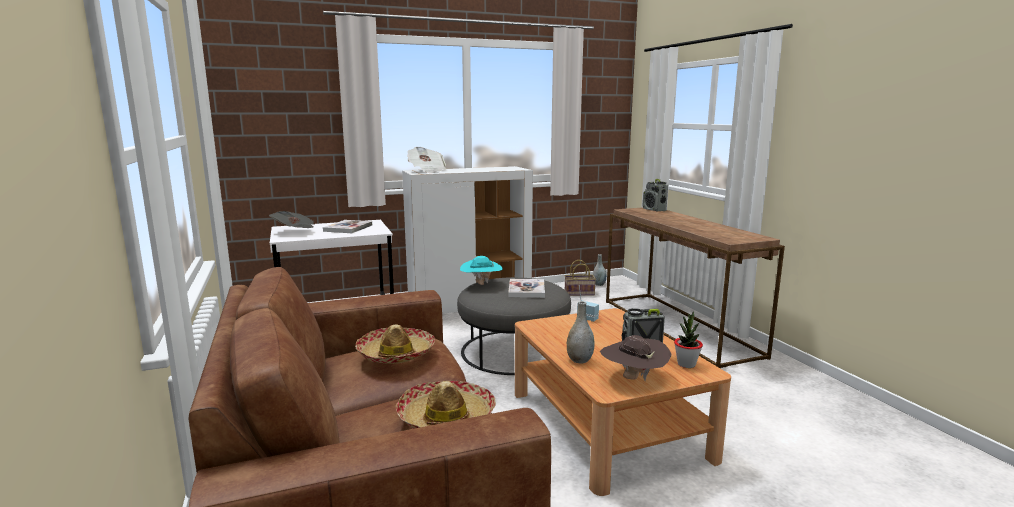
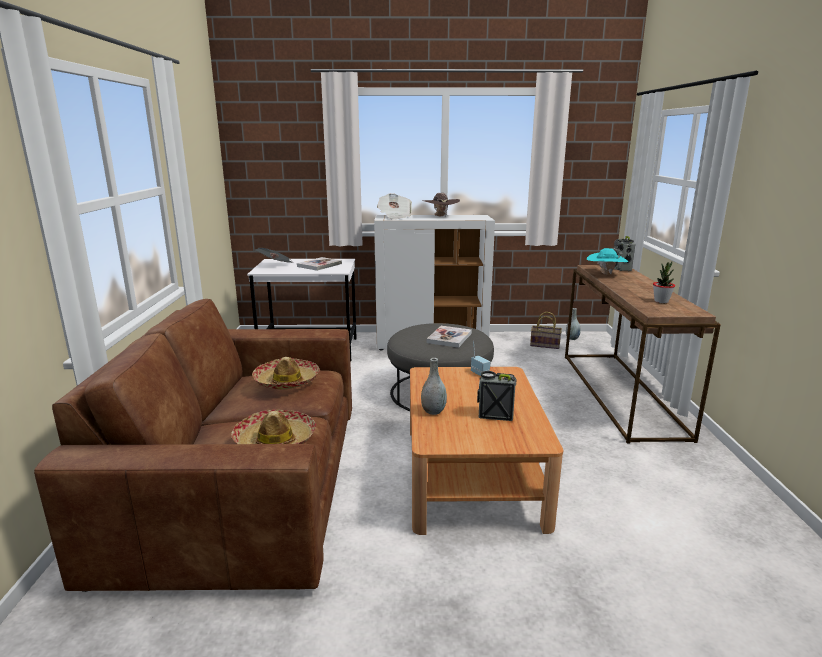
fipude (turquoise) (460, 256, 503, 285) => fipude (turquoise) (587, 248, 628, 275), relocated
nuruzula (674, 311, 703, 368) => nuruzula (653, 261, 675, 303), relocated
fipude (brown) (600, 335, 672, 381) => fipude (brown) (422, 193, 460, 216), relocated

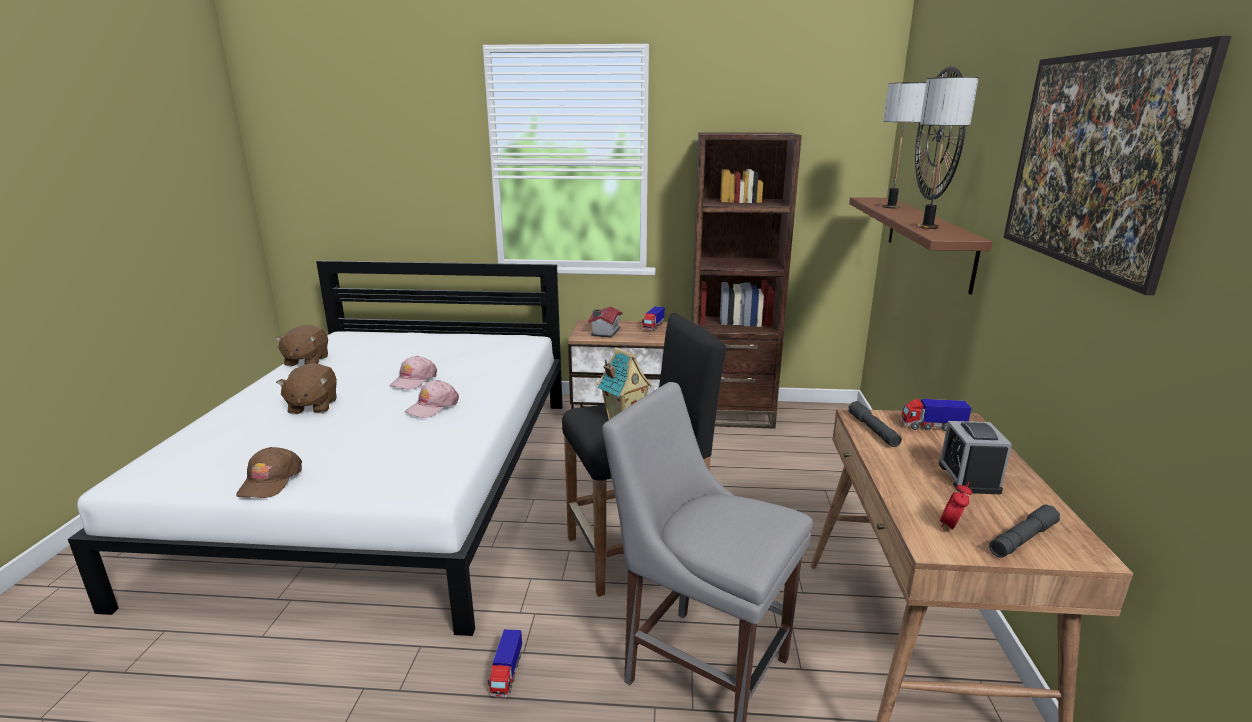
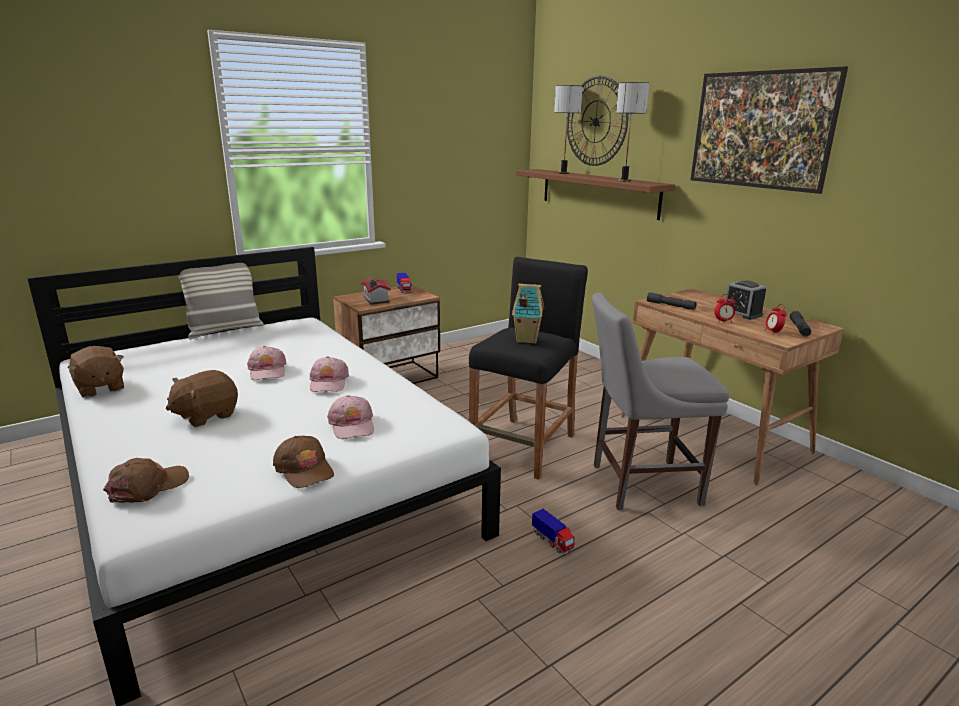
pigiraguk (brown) (691, 132, 802, 429) => nothing
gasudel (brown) (276, 363, 337, 414) => gasudel (brown) (166, 370, 238, 427), 90 degrees clockwise
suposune (901, 399, 971, 431) => nothing
nothing => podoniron (178, 263, 264, 339)
nothing => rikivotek (714, 294, 736, 323)
nothing => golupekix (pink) (327, 395, 374, 439)
nothing => golupekix (brown) (103, 458, 189, 503)

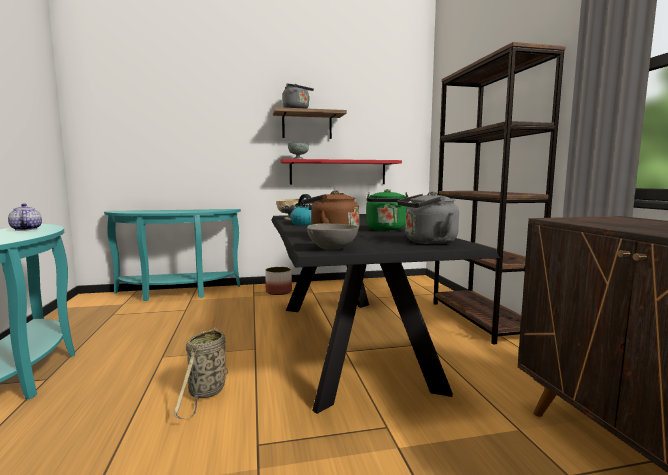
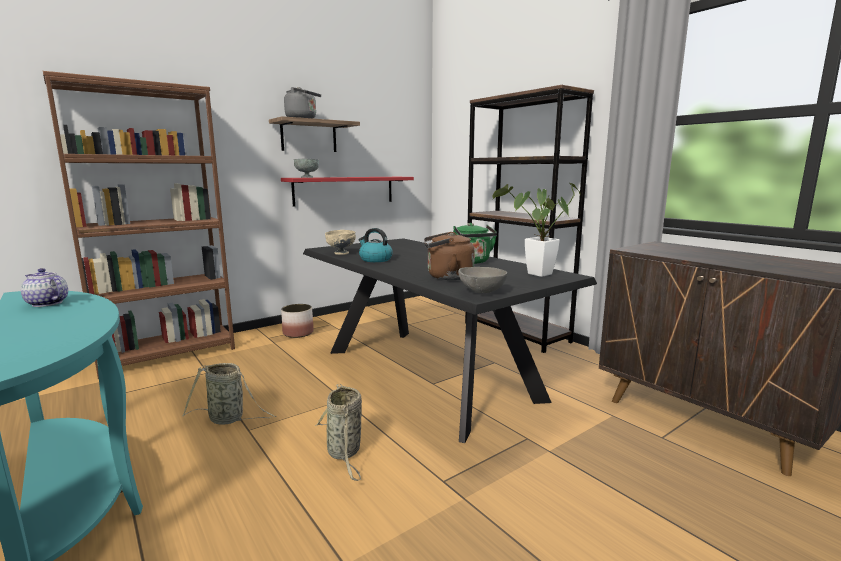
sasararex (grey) (397, 191, 459, 244) => nuruzula (492, 182, 580, 277)
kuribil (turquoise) (104, 209, 241, 301) => pigiraguk (brown) (43, 71, 235, 379)
nothing => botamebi (183, 363, 276, 425)

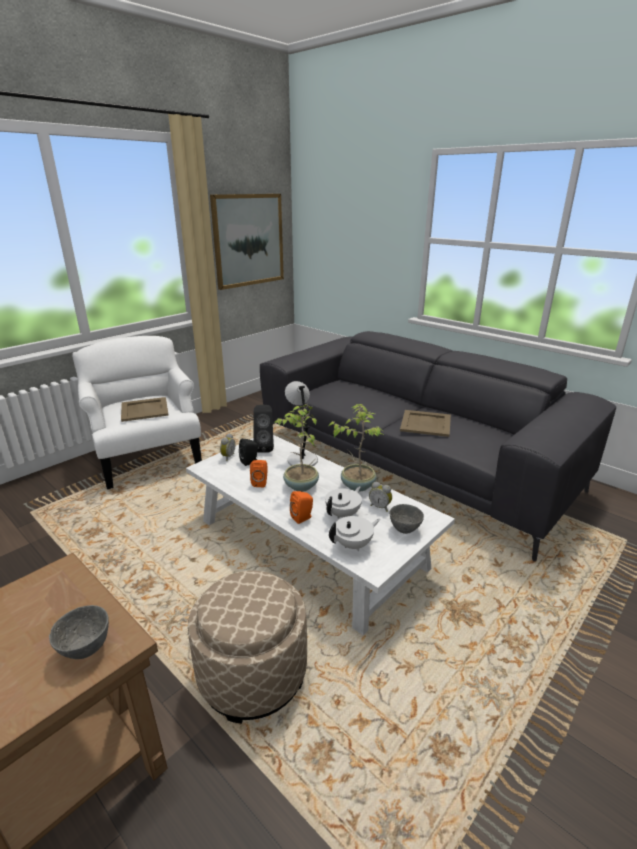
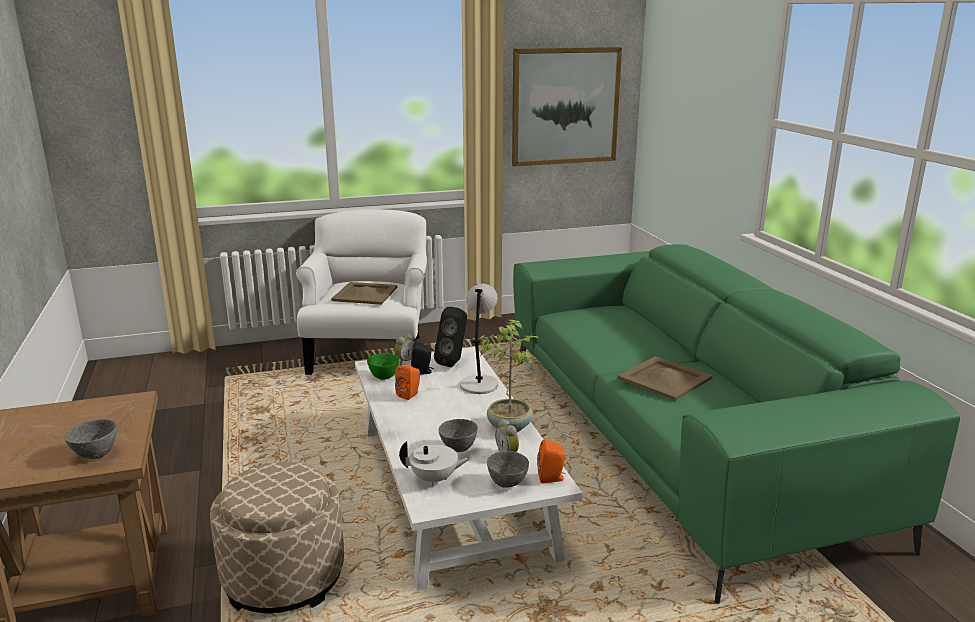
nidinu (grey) (260, 331, 616, 561) => nidinu (green) (513, 244, 961, 604)
nuruzula (274, 404, 319, 492) => nothing
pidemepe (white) (325, 486, 362, 519) => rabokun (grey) (439, 419, 478, 452)
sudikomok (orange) (290, 491, 313, 524) => sudikomok (orange) (537, 439, 566, 483), relocated
nothing => rabokun (green) (367, 353, 400, 380)

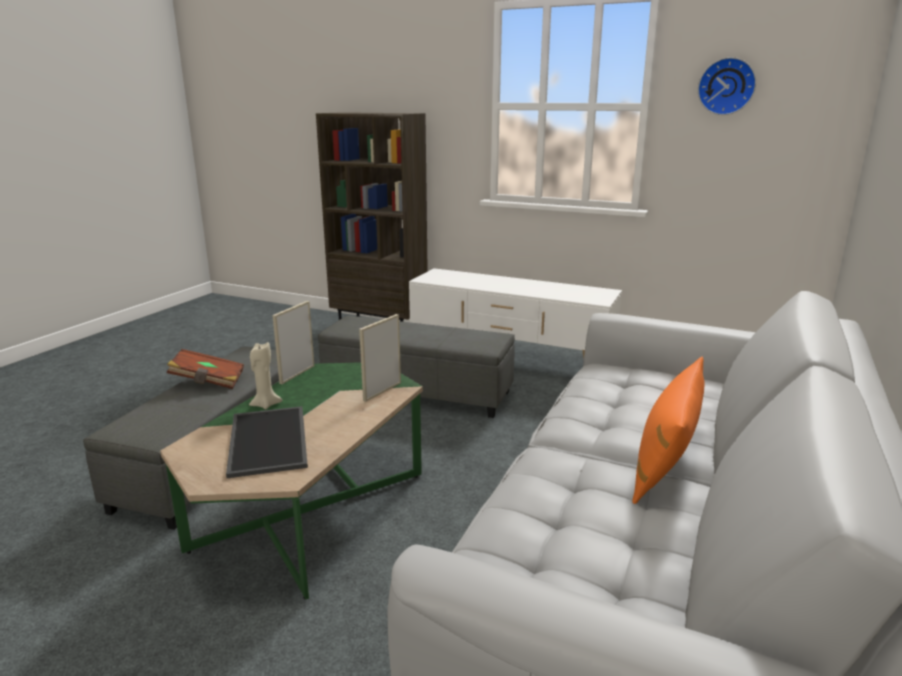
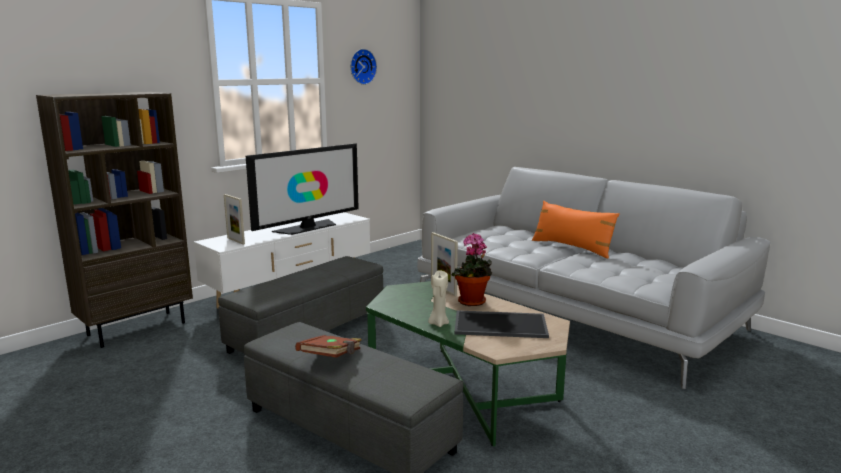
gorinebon (272, 301, 314, 384) => gorinebon (224, 194, 245, 245), relocated
nothing => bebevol (246, 143, 359, 235)
nothing => nuruzula (451, 233, 492, 306)

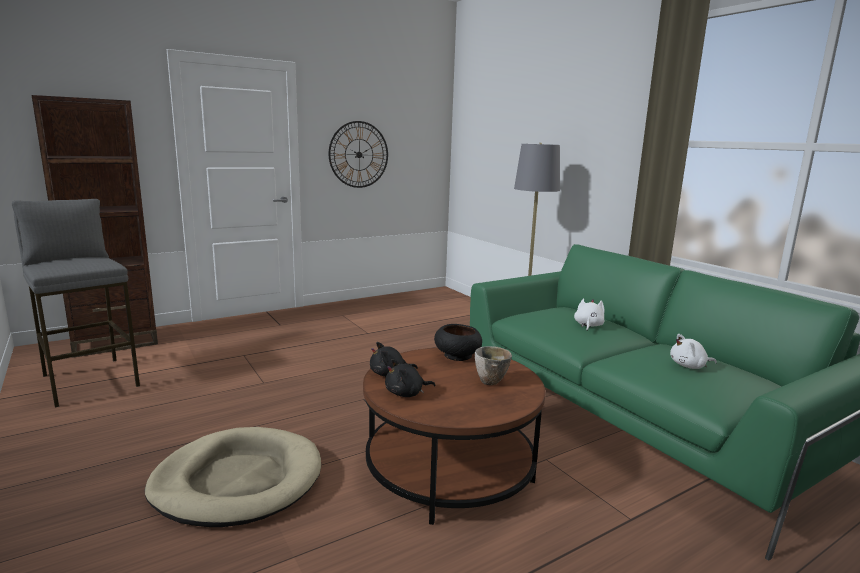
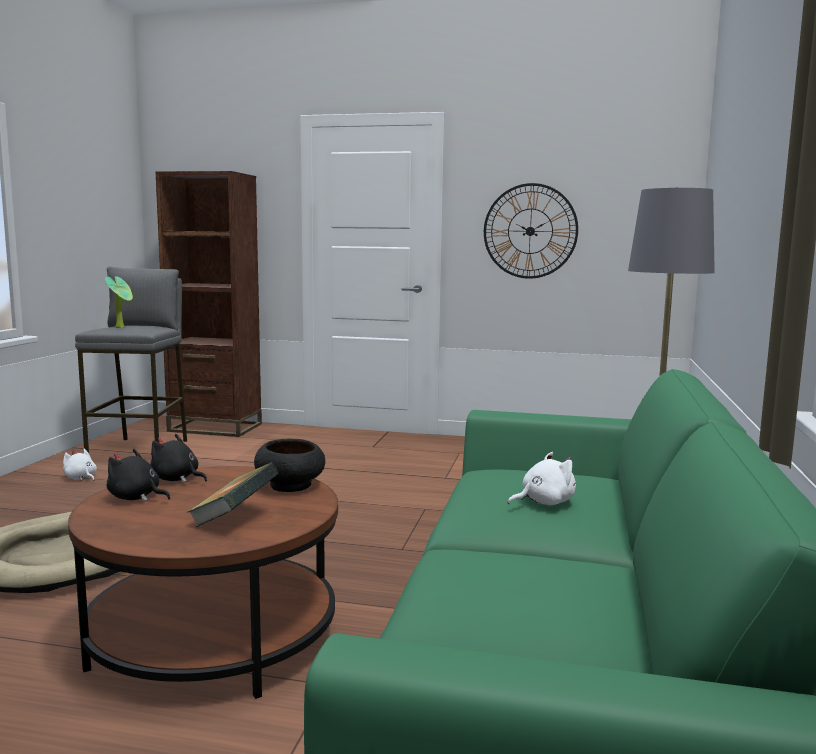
gasudel (white) (670, 334, 717, 369) => gasudel (white) (63, 449, 97, 481), relocated
rabokun (475, 346, 512, 385) => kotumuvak (187, 463, 279, 527)
nothing => nuruzula (105, 276, 133, 328)

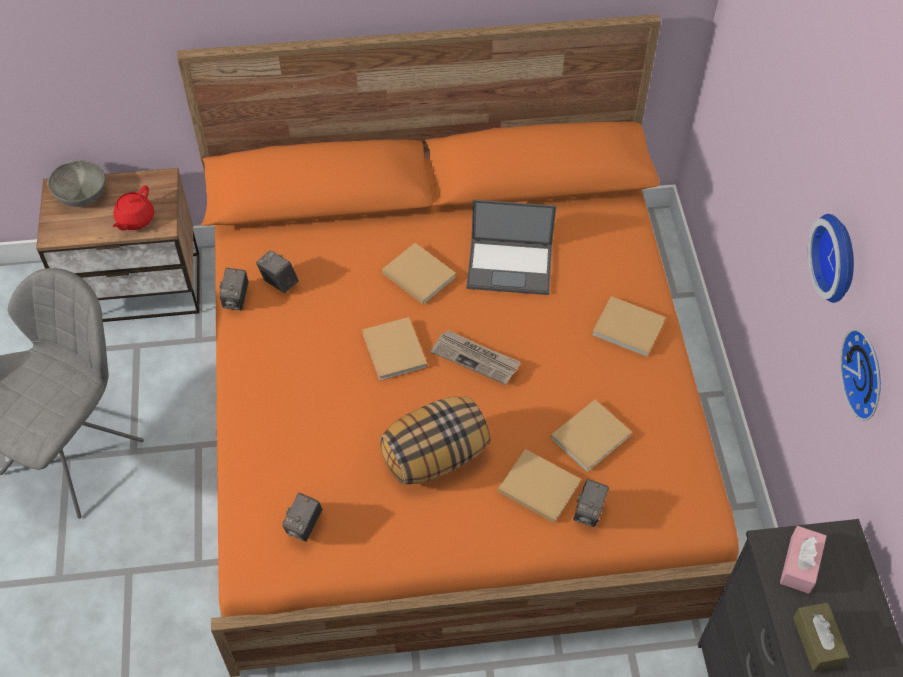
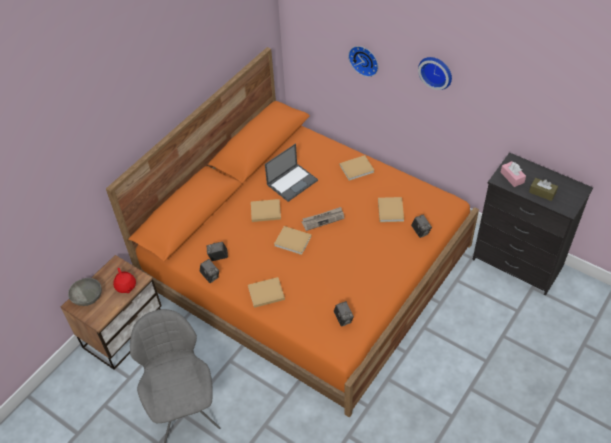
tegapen (840, 329, 881, 421) => tegapen (348, 46, 378, 77), relocated
podoniron (380, 396, 491, 485) => nothing
kotumuvak (beige) (498, 449, 581, 523) => kotumuvak (beige) (248, 277, 285, 308), relocated

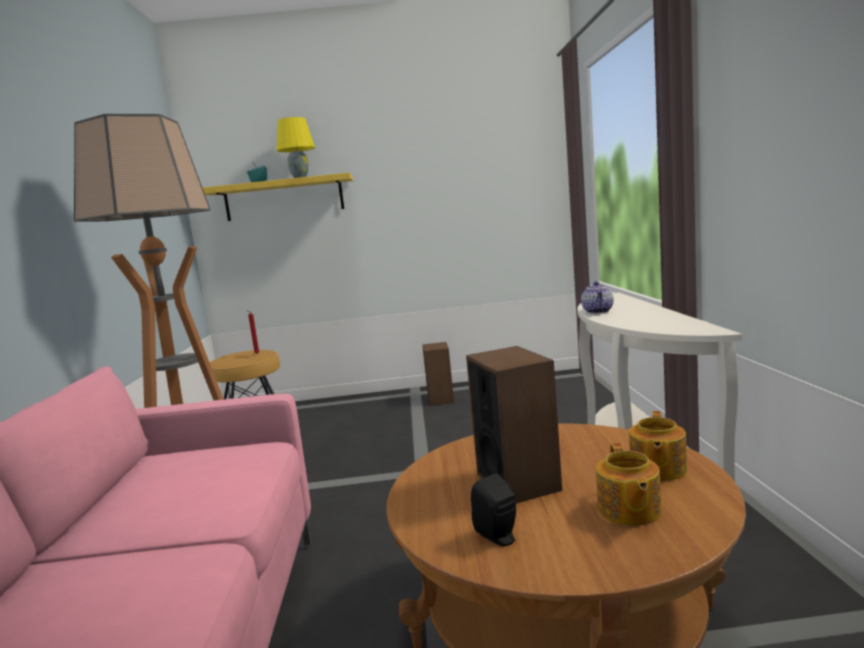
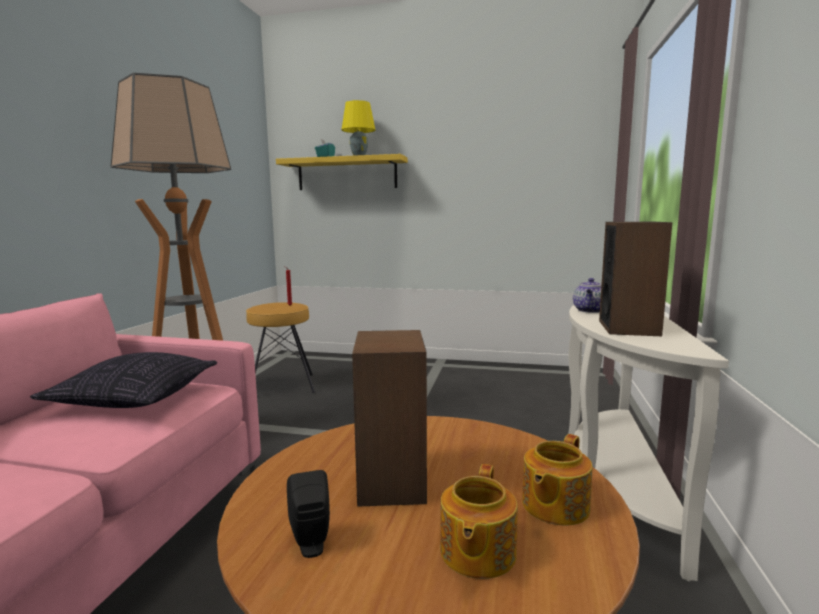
sudikomok (422, 342, 454, 406) => sudikomok (599, 222, 672, 336), relocated
nothing => podoniron (30, 352, 217, 408)

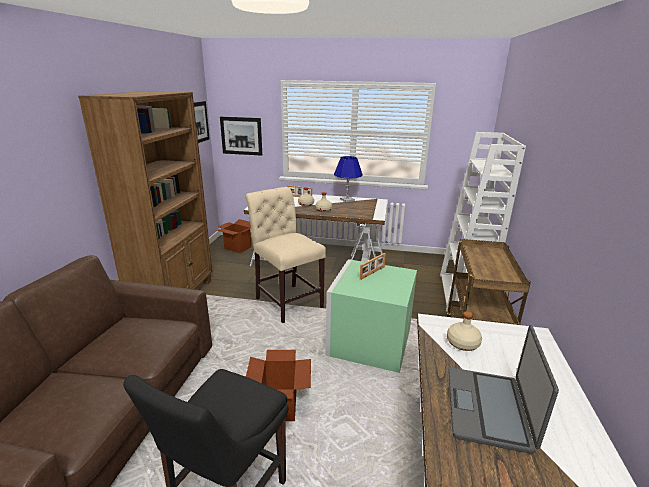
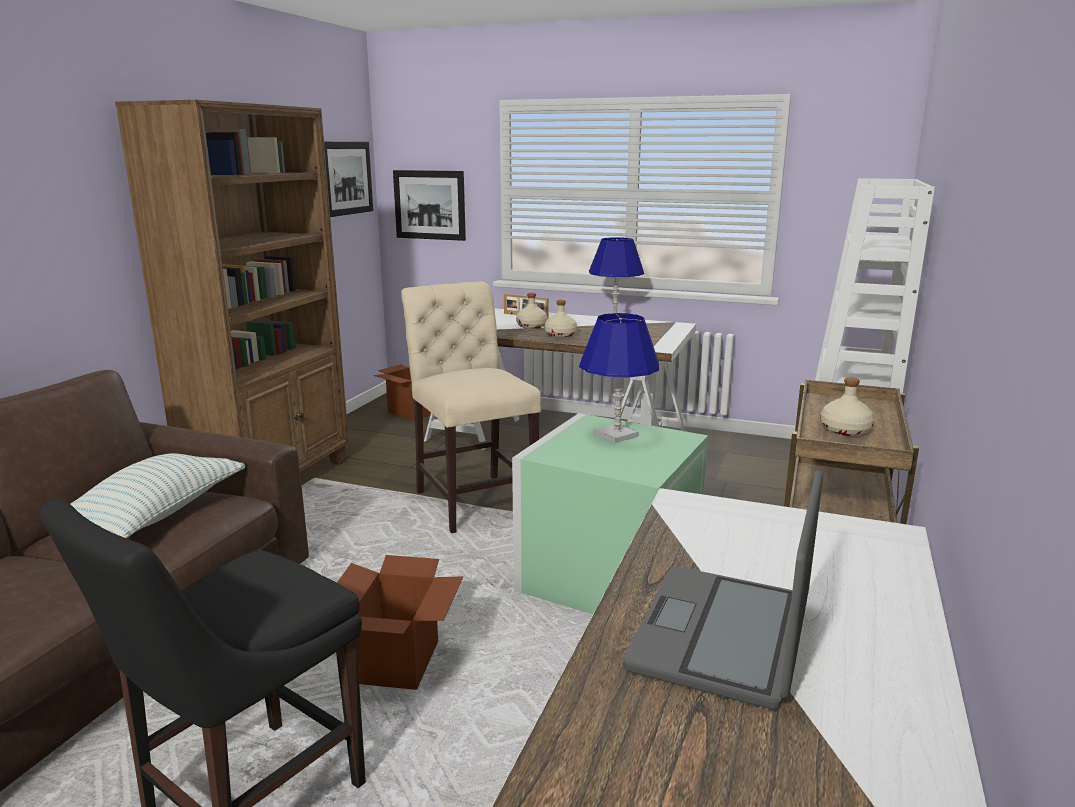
gorinebon (360, 253, 386, 280) => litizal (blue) (579, 313, 659, 443)
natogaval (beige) (447, 311, 482, 351) => natogaval (beige) (820, 377, 874, 436), relocated
nothing => podoniron (70, 453, 245, 538)

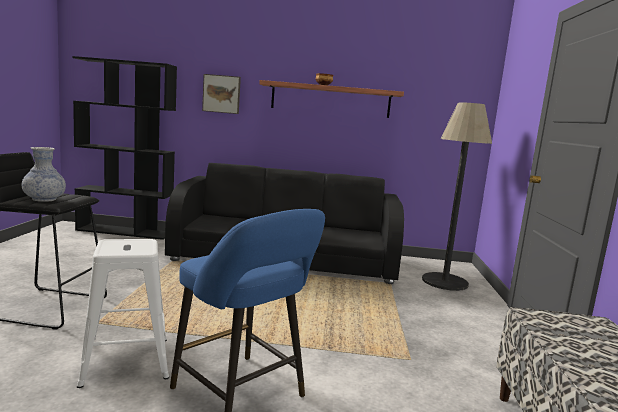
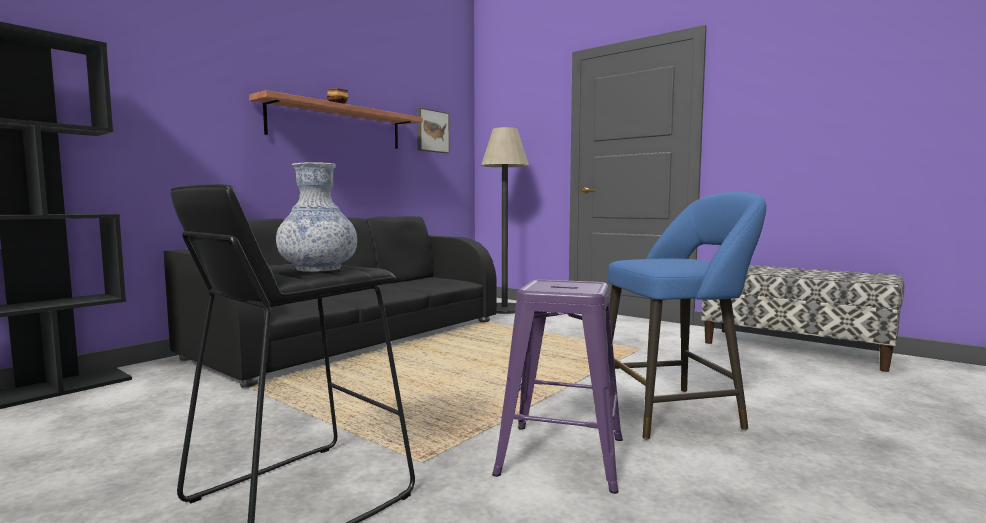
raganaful (202, 74, 241, 114) => raganaful (417, 108, 449, 153), relocated
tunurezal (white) (77, 239, 169, 388) => tunurezal (purple) (492, 280, 623, 494)

